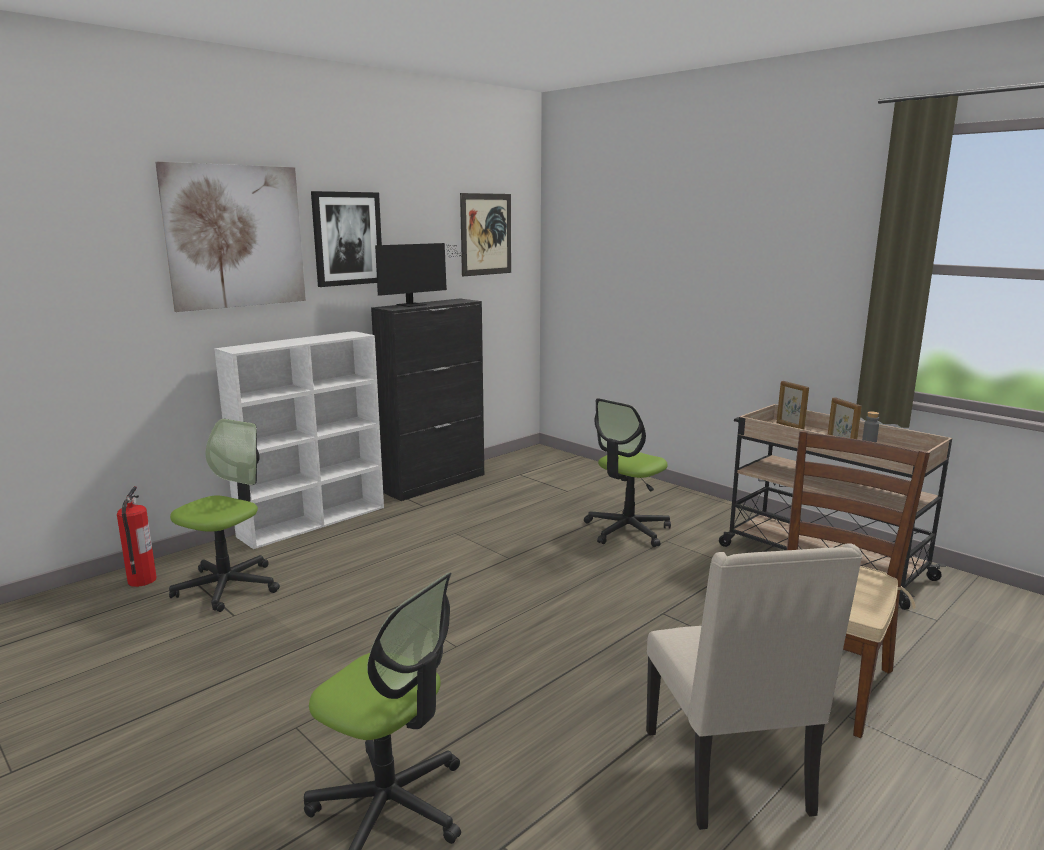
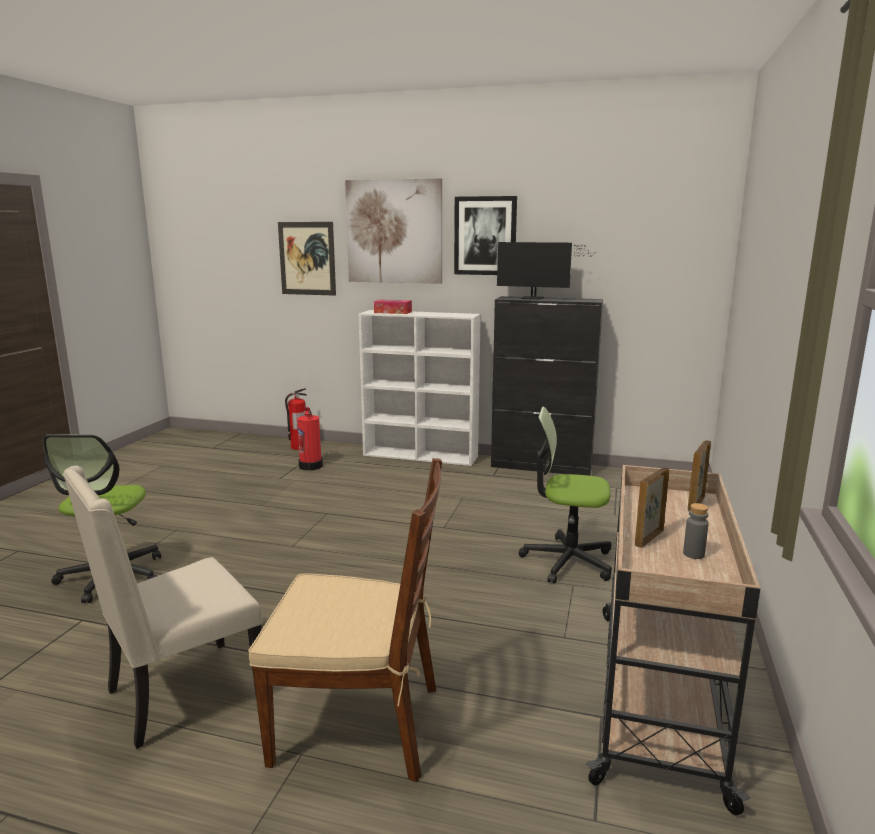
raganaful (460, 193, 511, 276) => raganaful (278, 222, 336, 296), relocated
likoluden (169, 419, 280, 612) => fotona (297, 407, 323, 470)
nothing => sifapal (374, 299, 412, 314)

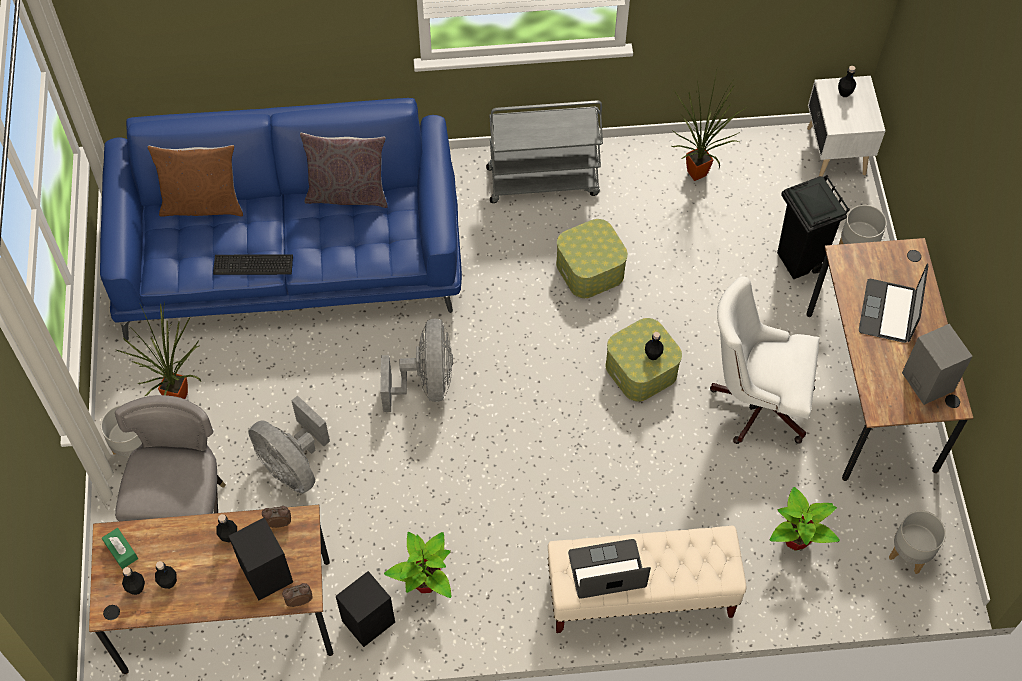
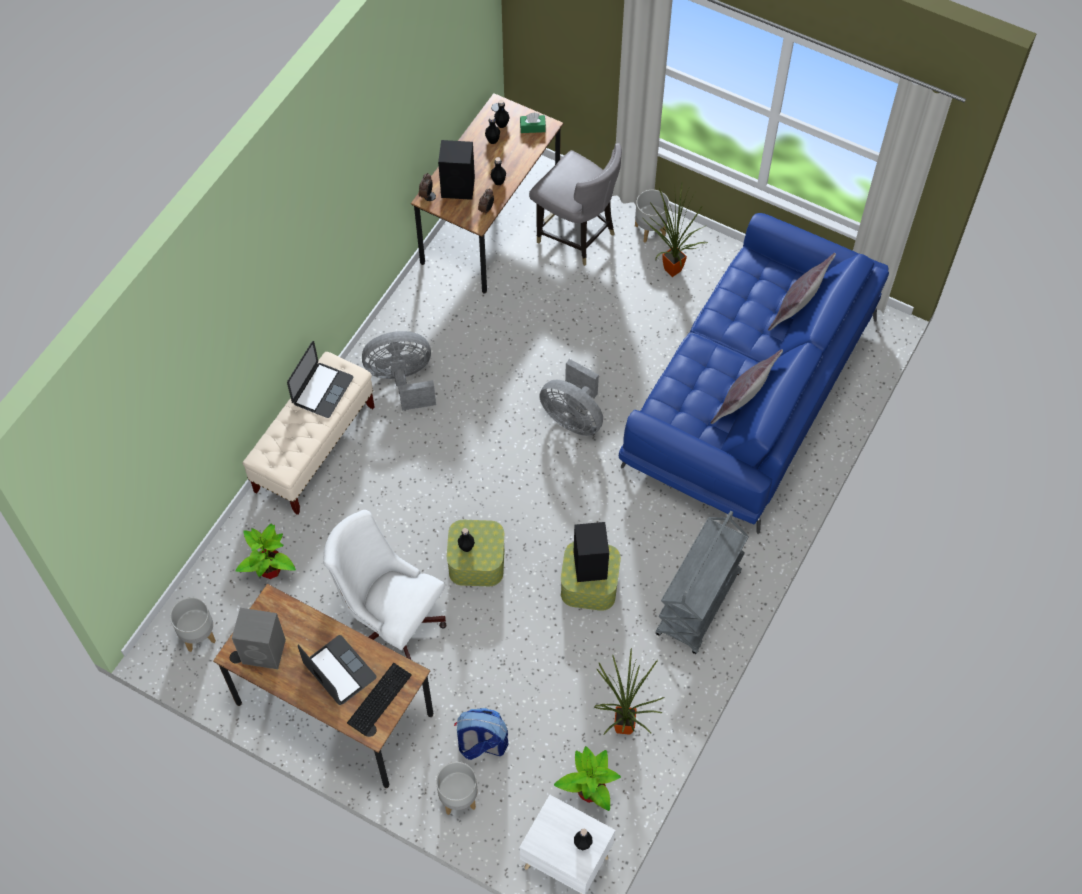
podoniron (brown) (148, 145, 243, 217) => podoniron (grey) (768, 253, 836, 331)
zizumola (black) (777, 175, 850, 279) => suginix (454, 708, 508, 760)
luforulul (213, 254, 293, 275) => luforulul (347, 663, 412, 736), relocated
likoluden (white) (710, 276, 820, 444) => likoluden (white) (323, 510, 447, 660), 105 degrees counterclockwise
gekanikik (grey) (248, 395, 330, 494) => gekanikik (grey) (362, 331, 436, 411), relocated
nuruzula (384, 532, 451, 598) => nuruzula (554, 746, 621, 811), relocated
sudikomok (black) (336, 571, 395, 647) => sudikomok (black) (573, 522, 609, 582), relocated

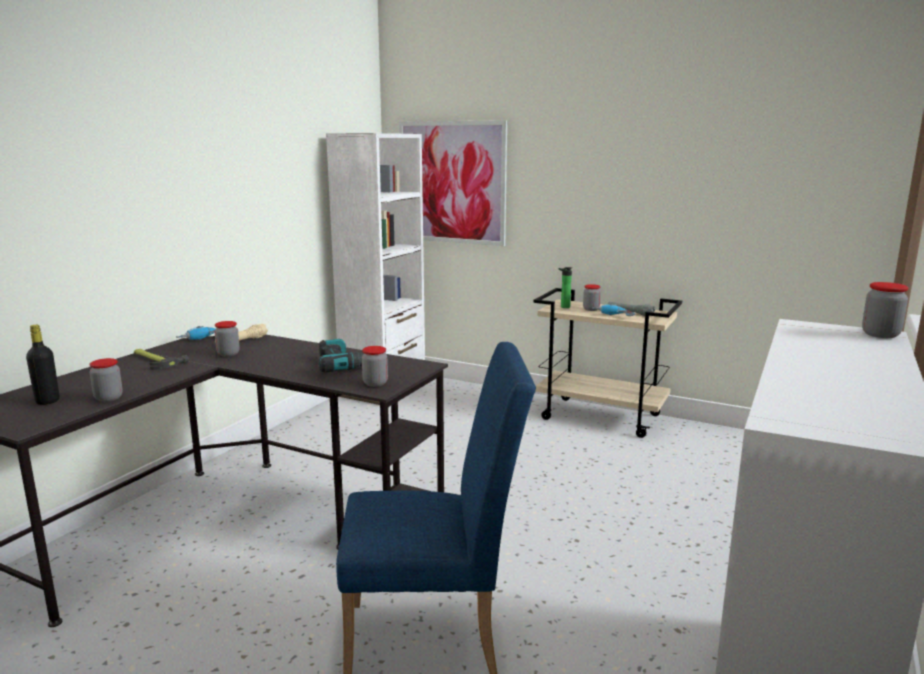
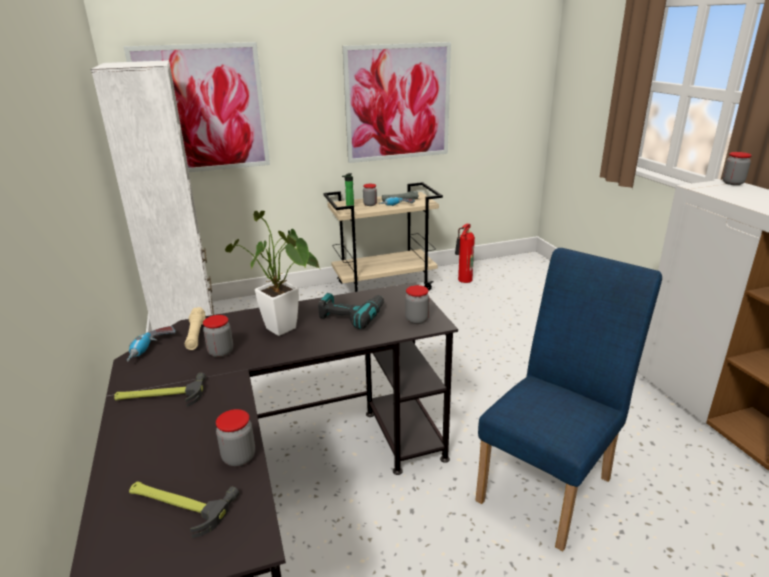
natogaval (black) (26, 325, 59, 405) => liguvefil (129, 482, 239, 538)
nothing => raganaful (343, 42, 451, 163)
nothing => nuruzula (225, 211, 320, 336)
nothing => fotona (455, 224, 475, 283)

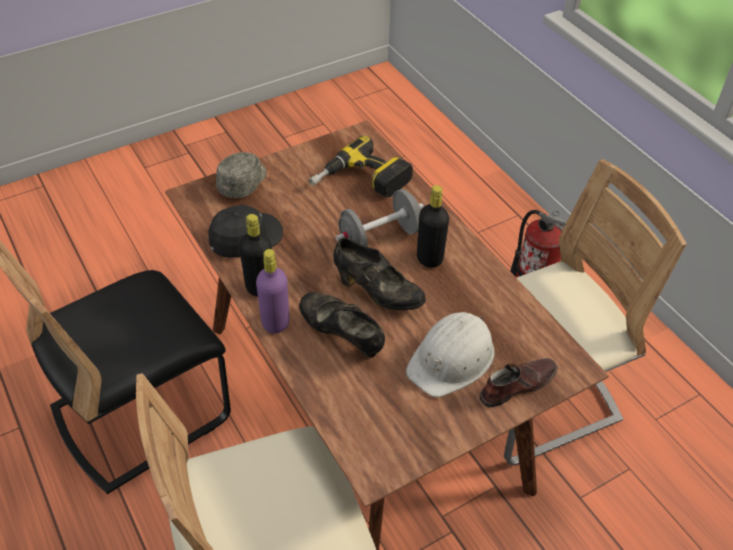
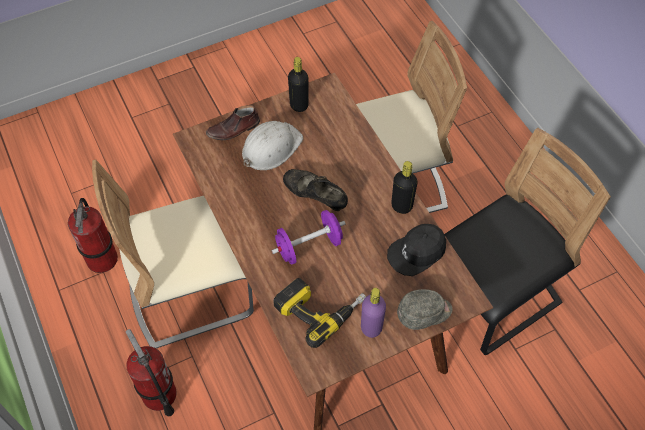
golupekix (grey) (216, 152, 266, 198) => golupekix (grey) (397, 289, 453, 330), 135 degrees counterclockwise
natogaval (black) (417, 185, 449, 268) => natogaval (black) (288, 57, 309, 112), relocated
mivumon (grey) (335, 189, 424, 247) => mivumon (purple) (271, 210, 346, 265)
natogaval (purple) (256, 249, 290, 333) => natogaval (purple) (361, 288, 386, 338), relocated
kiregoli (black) (299, 292, 385, 358) => nothing
nothing => fotona (68, 198, 118, 273)

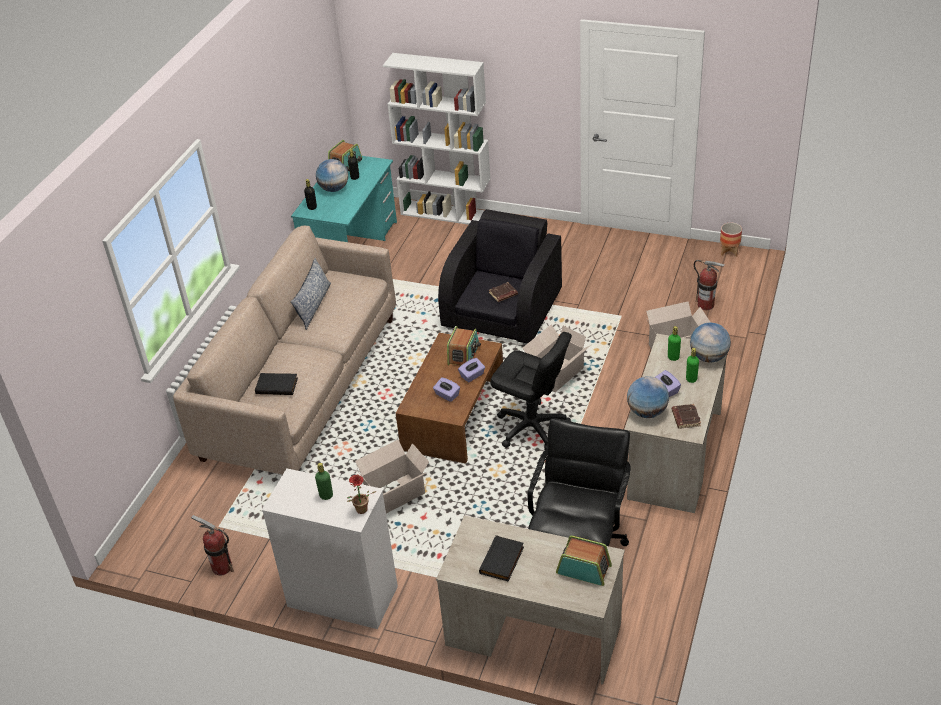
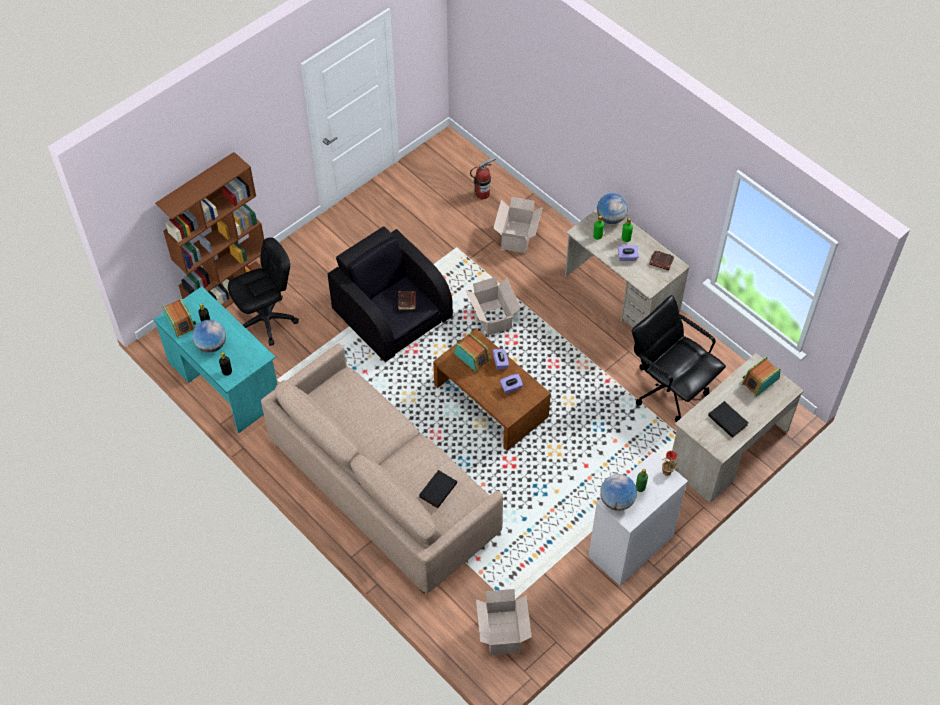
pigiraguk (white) (383, 53, 491, 225) => pigiraguk (brown) (155, 152, 264, 308)
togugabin (720, 223, 742, 257) => nothing
podoniron (291, 258, 331, 330) => nothing
likoluden (black) (490, 332, 572, 450) => likoluden (black) (228, 237, 299, 346), relocated
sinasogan (627, 376, 669, 418) => sinasogan (600, 474, 637, 511), relocated
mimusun (355, 440, 429, 514) => mimusun (476, 589, 532, 655), relocated
fotona (191, 515, 234, 575) => nothing

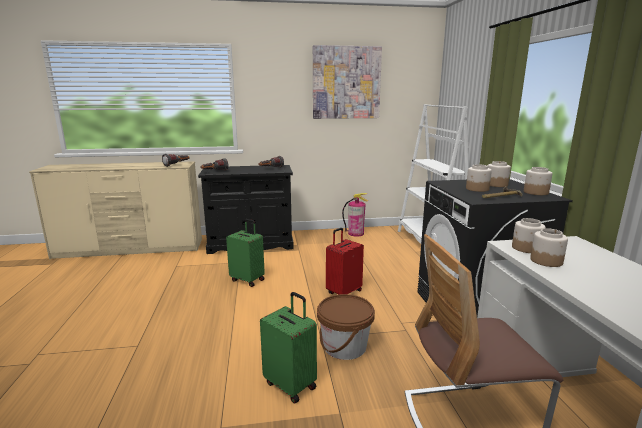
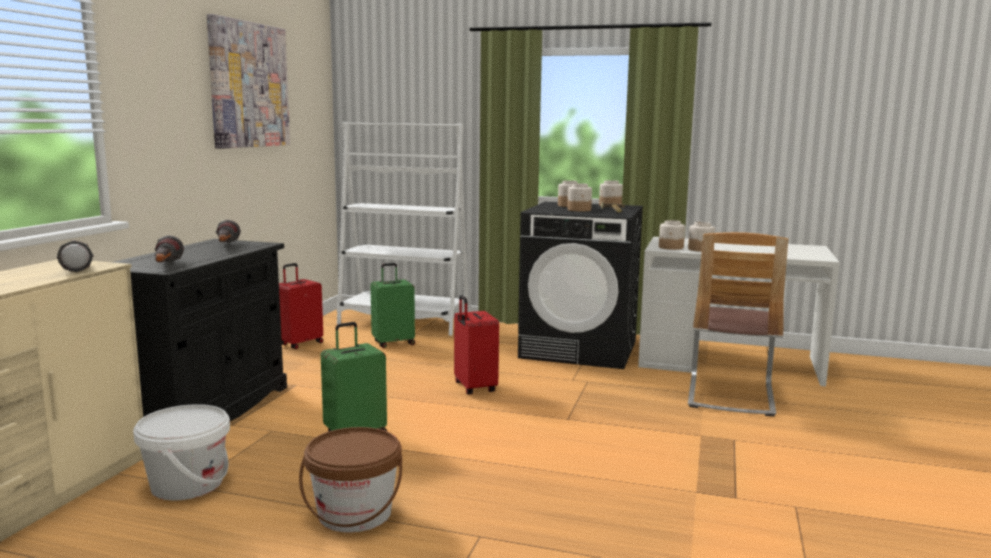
fotona (342, 193, 368, 237) => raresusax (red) (279, 263, 323, 349)
raresusax (green) (260, 292, 317, 404) => raresusax (green) (370, 263, 415, 348), relocated
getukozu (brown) (317, 294, 375, 360) => getukozu (brown) (299, 427, 402, 533), relocated
nothing => getukozu (white) (133, 404, 230, 500)

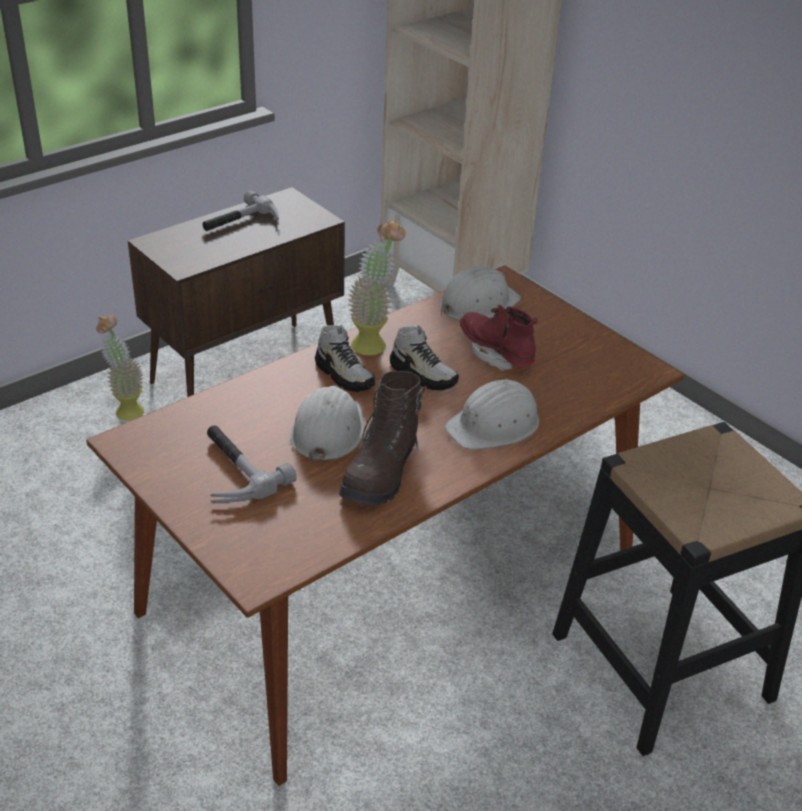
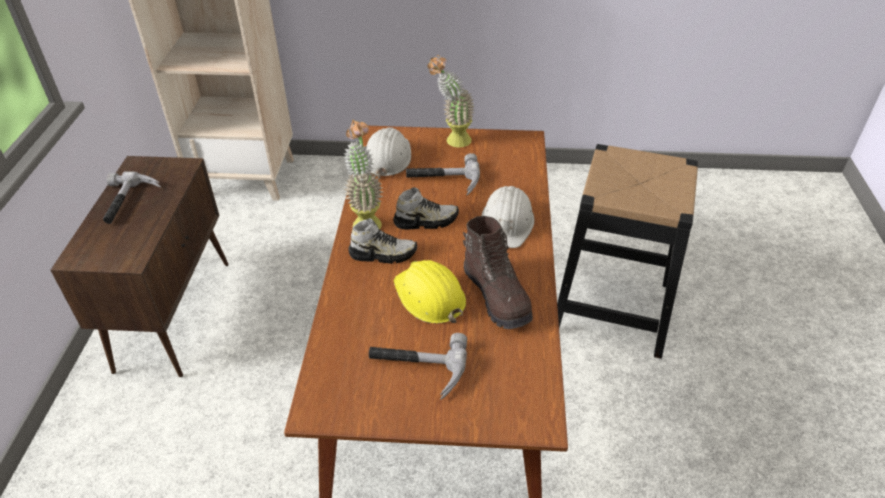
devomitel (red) (460, 305, 538, 371) => liguvefil (406, 153, 480, 195)
nuruzula (96, 315, 144, 421) => nuruzula (427, 55, 475, 148), relocated
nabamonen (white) (290, 385, 363, 464) => nabamonen (yellow) (394, 260, 466, 324)

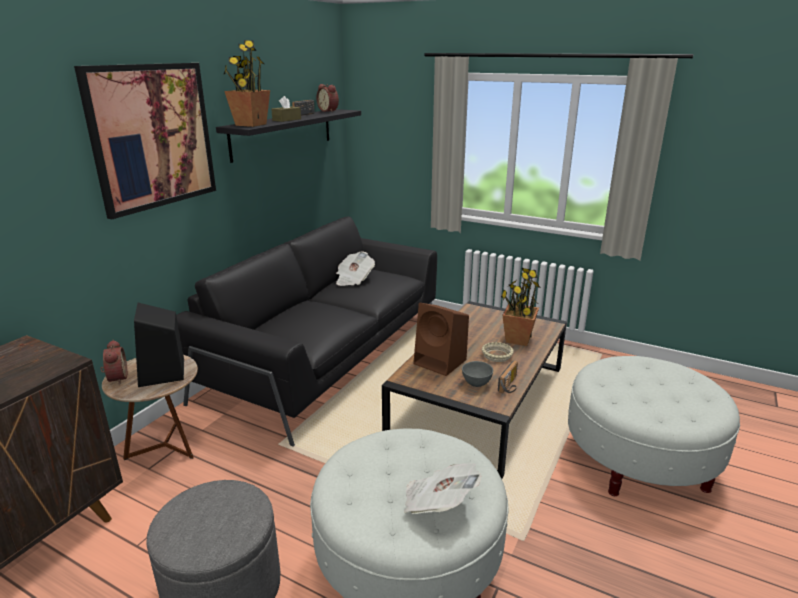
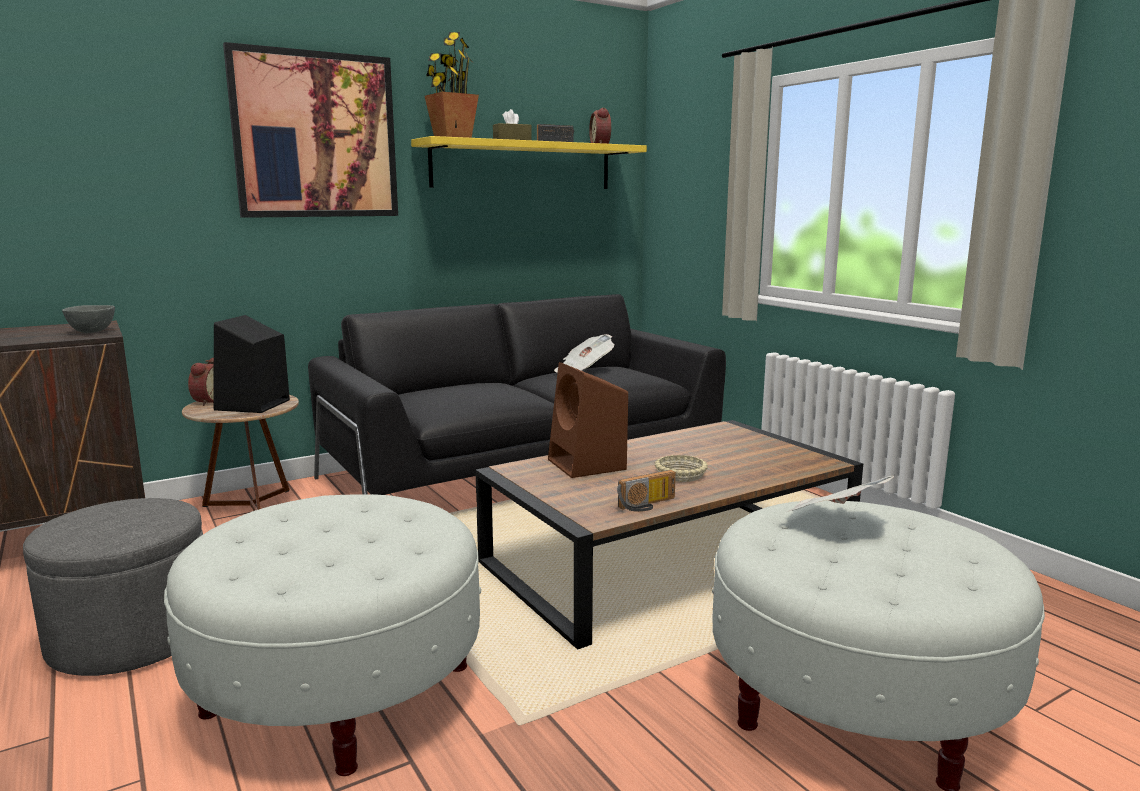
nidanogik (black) (216, 109, 361, 163) => nidanogik (yellow) (411, 136, 647, 189)
nuruzula (501, 268, 541, 346) => nothing
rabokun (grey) (462, 361, 493, 387) => rabokun (grey) (62, 305, 115, 333), relocated
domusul (404, 463, 481, 514) => domusul (784, 475, 894, 513), relocated

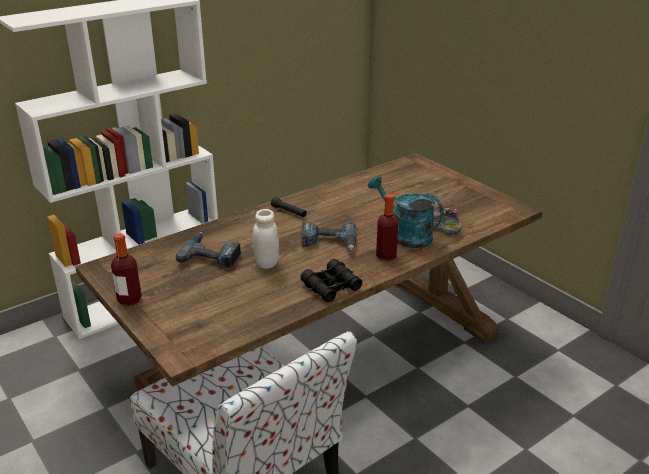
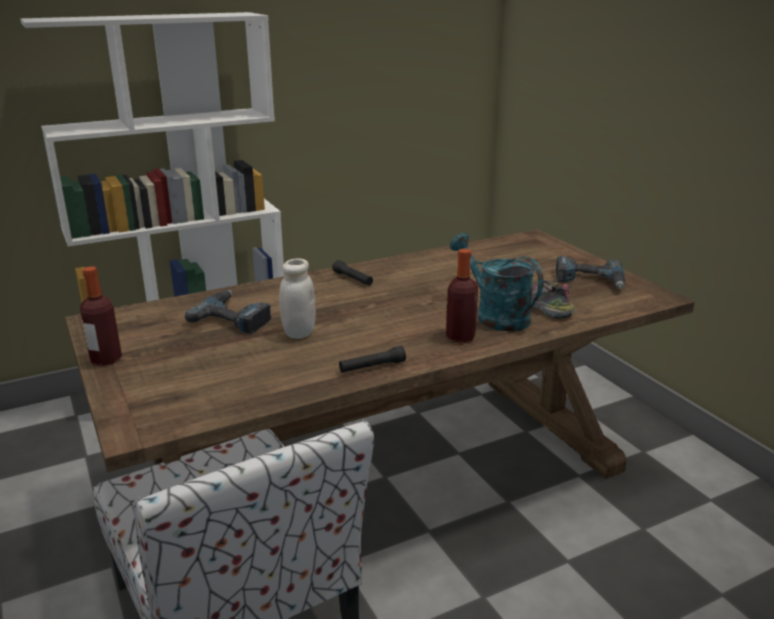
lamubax (301, 221, 357, 251) => lamubax (556, 256, 625, 289), relocated
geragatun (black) (300, 259, 362, 302) => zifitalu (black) (339, 346, 406, 373)

